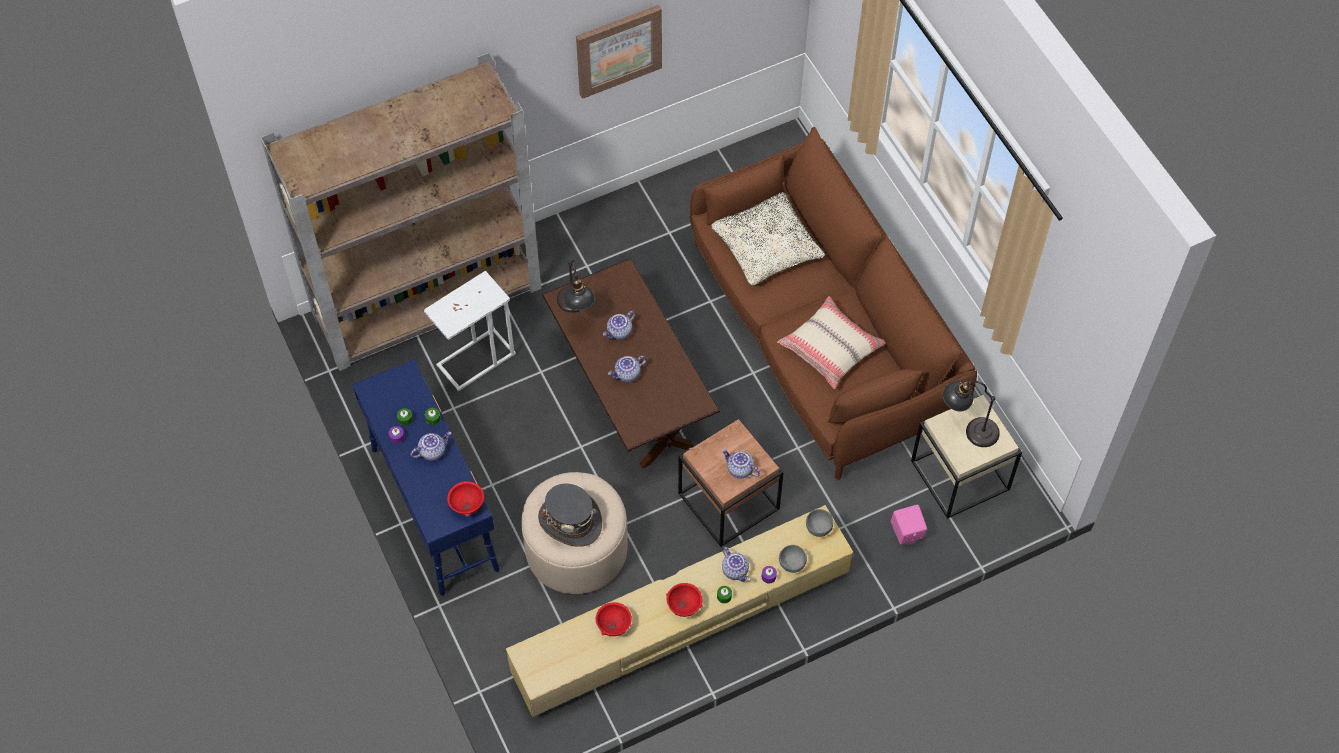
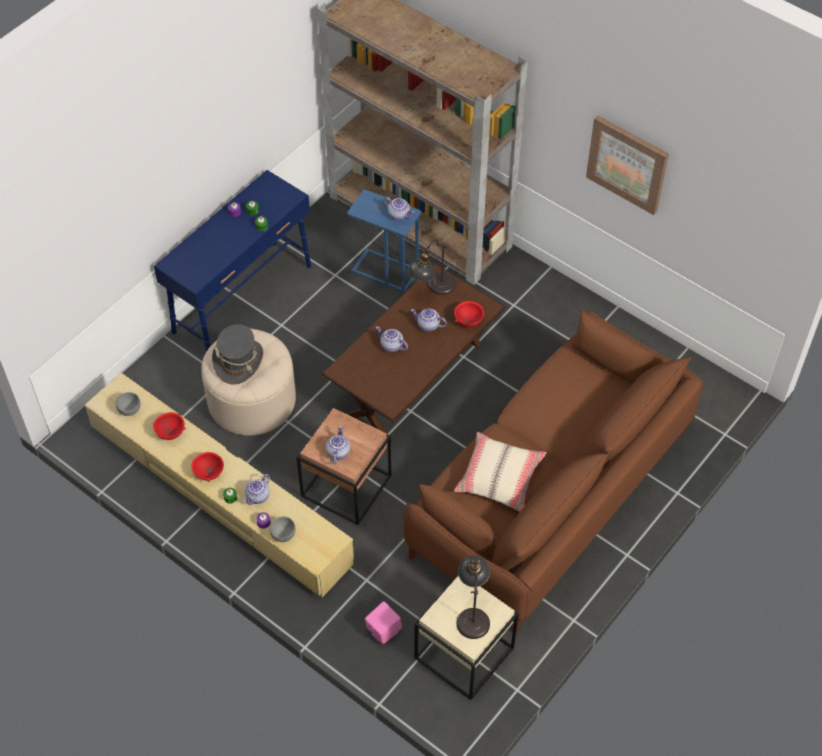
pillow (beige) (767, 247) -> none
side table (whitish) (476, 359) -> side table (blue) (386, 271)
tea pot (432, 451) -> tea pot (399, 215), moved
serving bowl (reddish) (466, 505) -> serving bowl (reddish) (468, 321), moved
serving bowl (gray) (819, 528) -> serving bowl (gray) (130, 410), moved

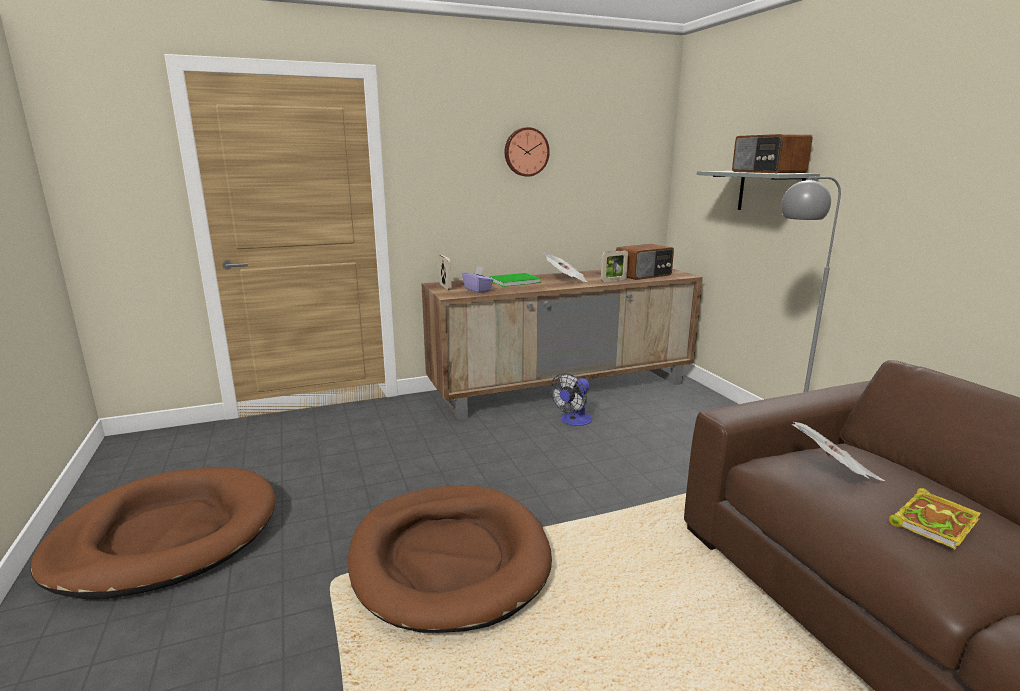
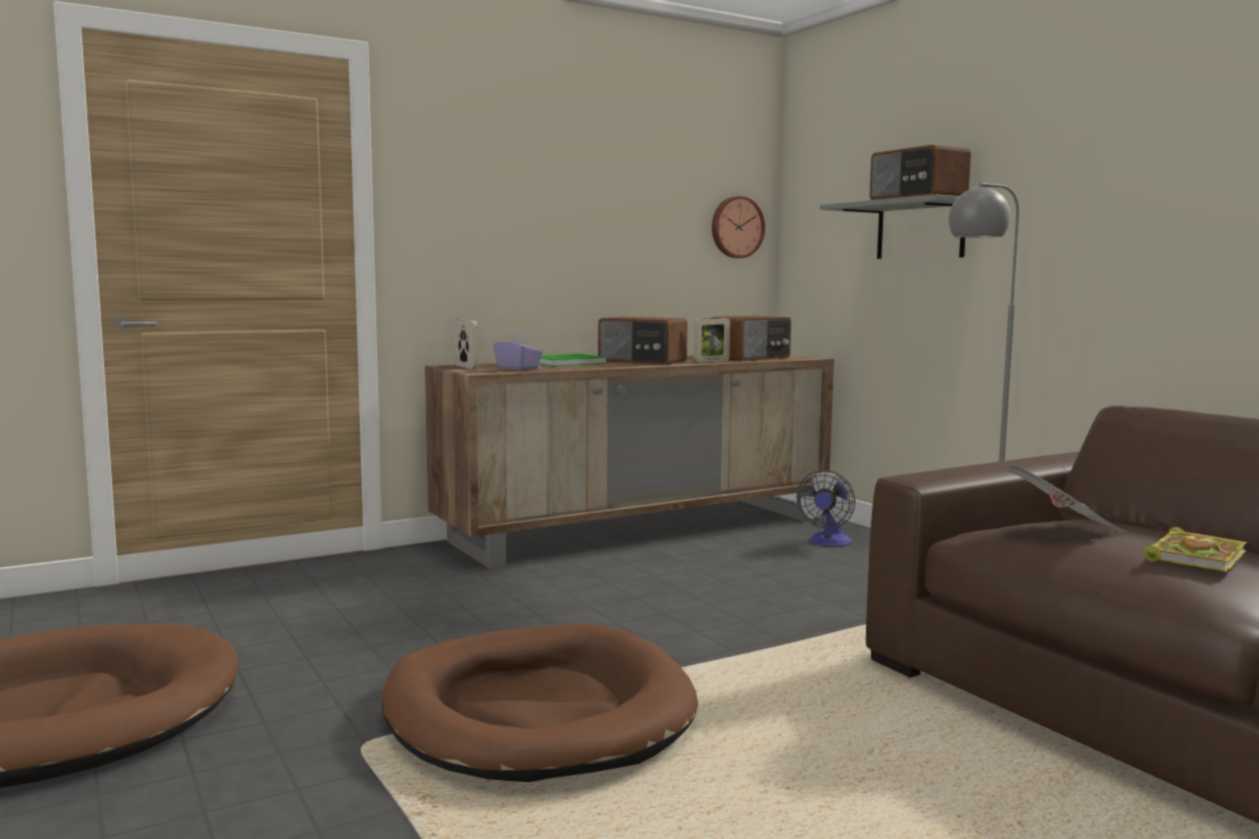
wall clock (526, 152) -> wall clock (736, 227), moved
newspaper (565, 280) -> radio receiver (642, 361)
cooling fan (573, 421) -> cooling fan (828, 542), moved

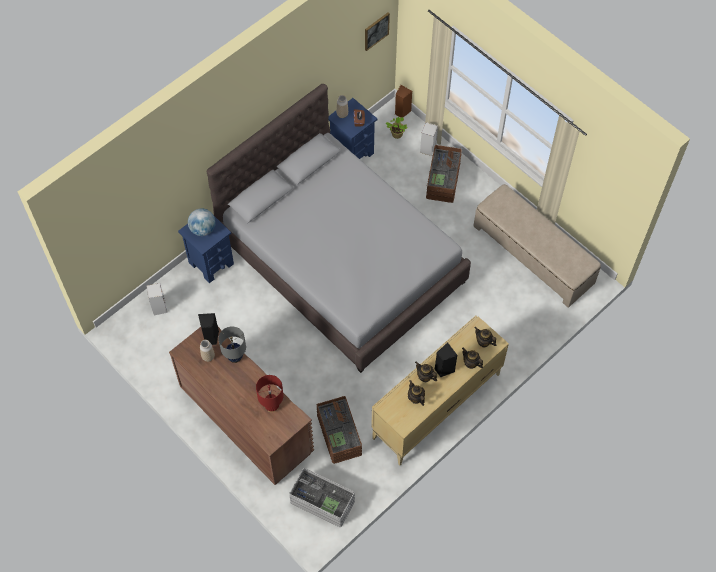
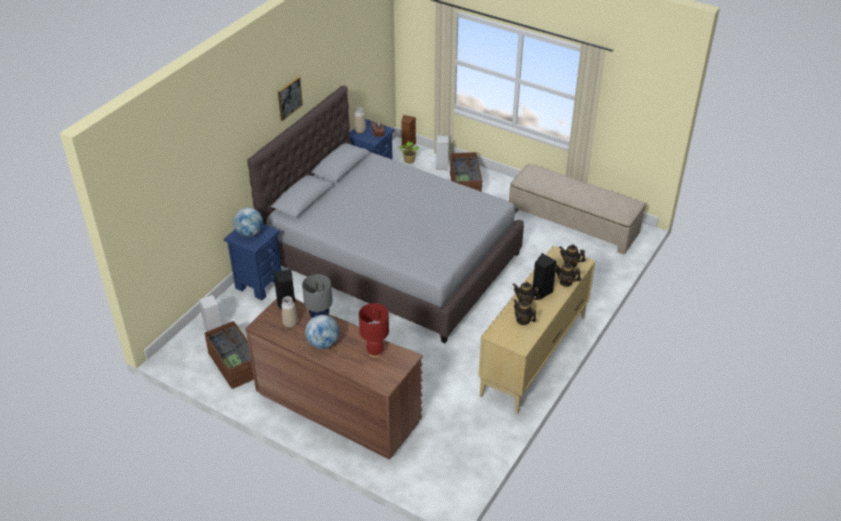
wall picture (376, 31) -> wall picture (289, 98), moved
storage box (brownish) (338, 434) -> storage box (brownish) (233, 363), moved
storage box (gray) (322, 502) -> none
none -> world globe (323, 343)

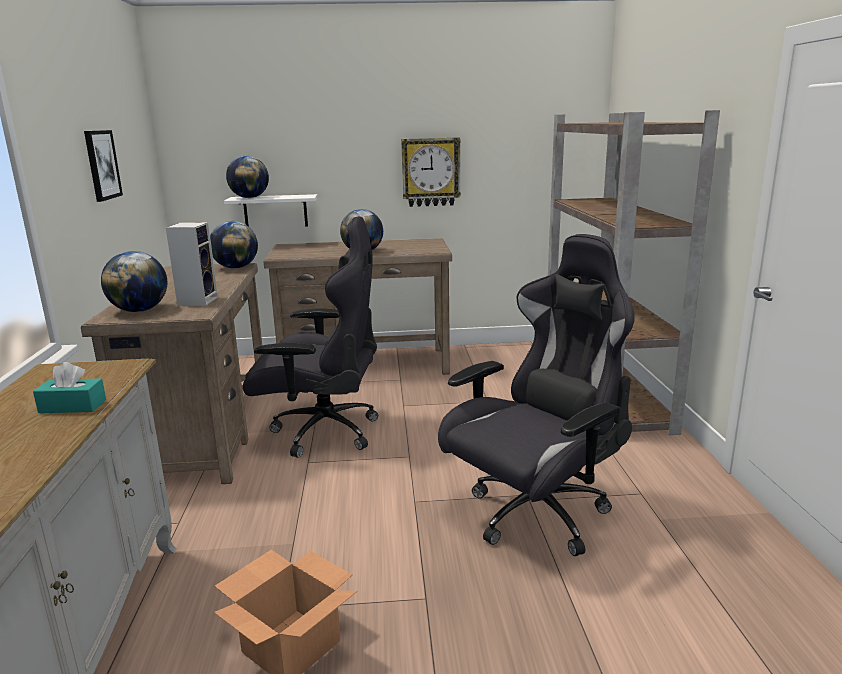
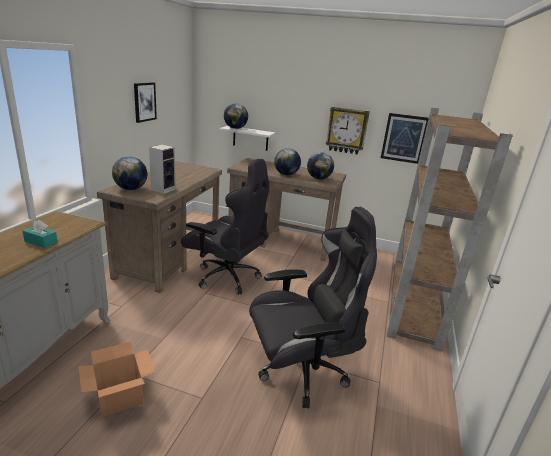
world globe (236, 267) -> world globe (318, 178), moved
none -> wall picture (404, 138)

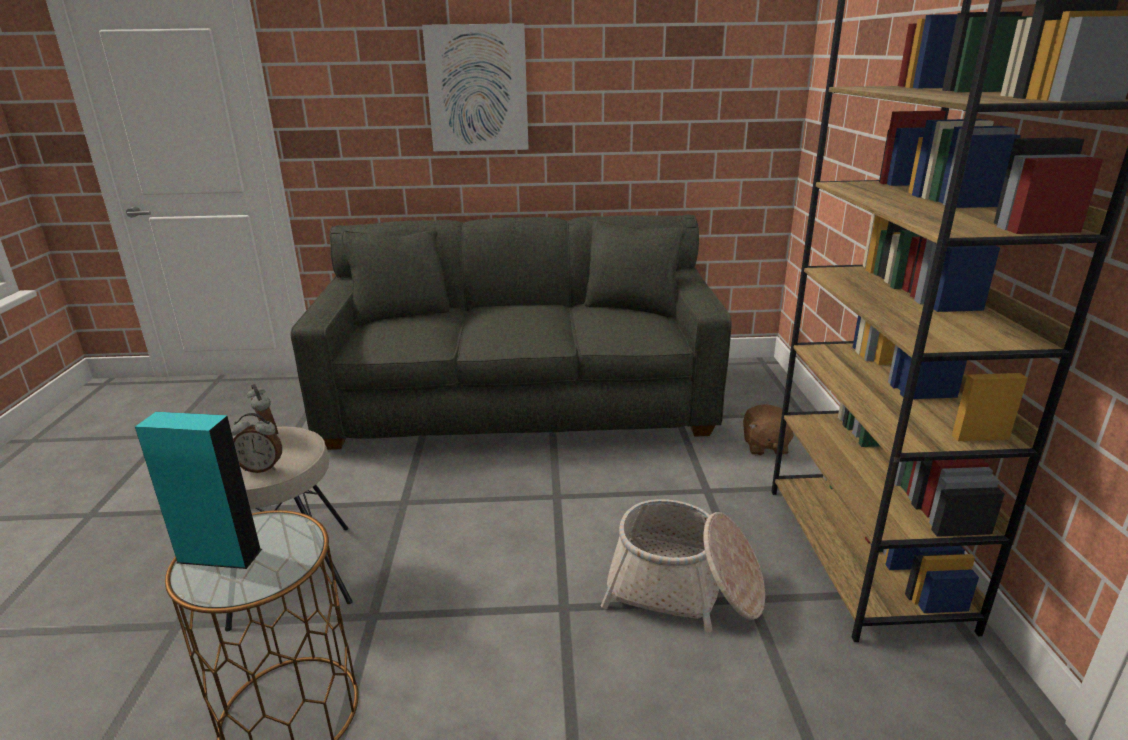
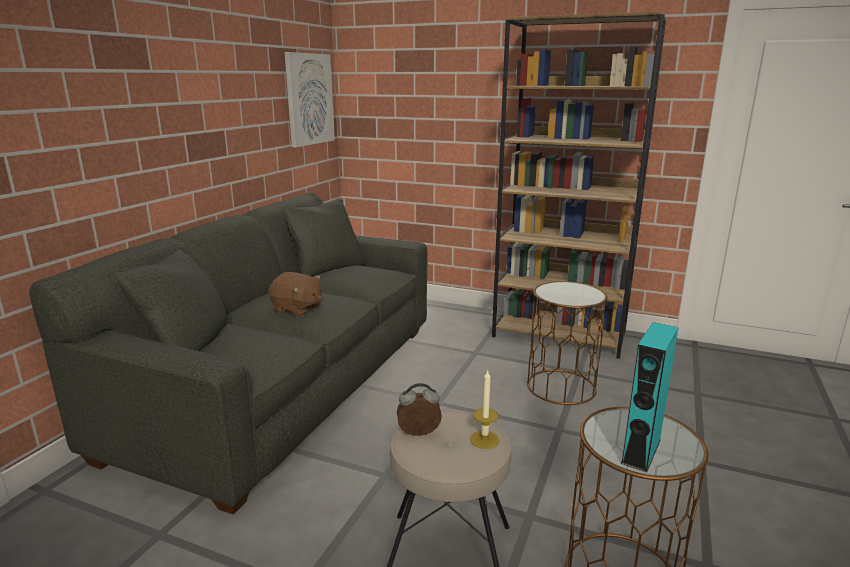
wall picture (477, 89) -> wall picture (309, 99), moved
soft toy (brownish) (764, 446) -> soft toy (brownish) (297, 309), moved
alarm clock (261, 468) -> wax candle (484, 440)
storage basket (684, 588) -> side table (brownish) (561, 387)

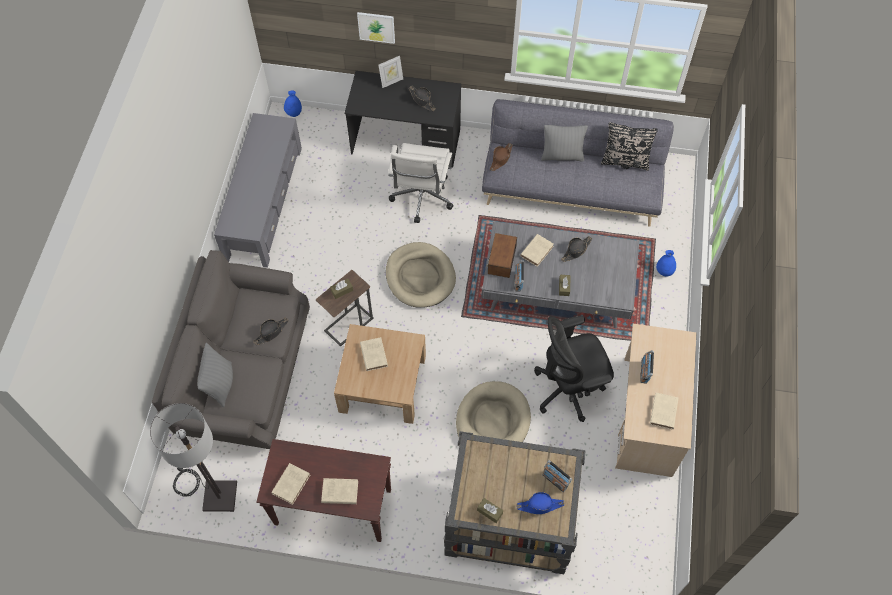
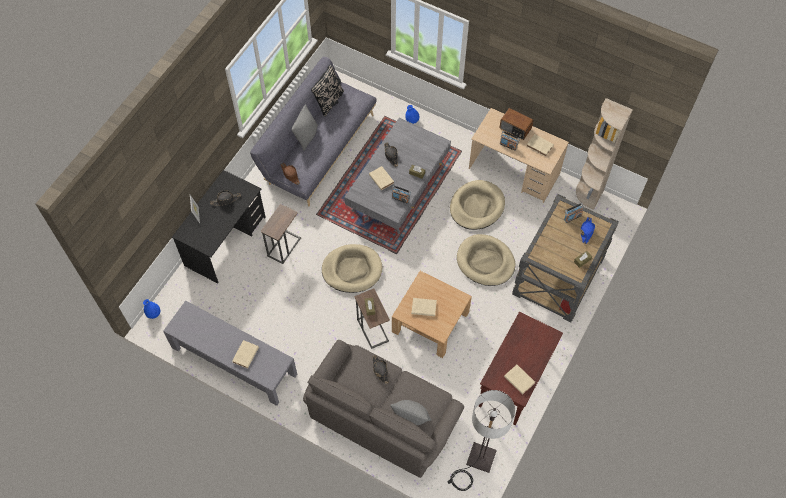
wall picture (376, 27) -> none
computer chair (whitish) (421, 199) -> side table (brownish) (284, 247)
radio receiver (501, 261) -> radio receiver (515, 129), moved
computer chair (black) (570, 386) -> dog bed (beige) (476, 206)
book (beige) (339, 492) -> book (beige) (245, 355), moved
none -> bookcase (beige) (587, 196)

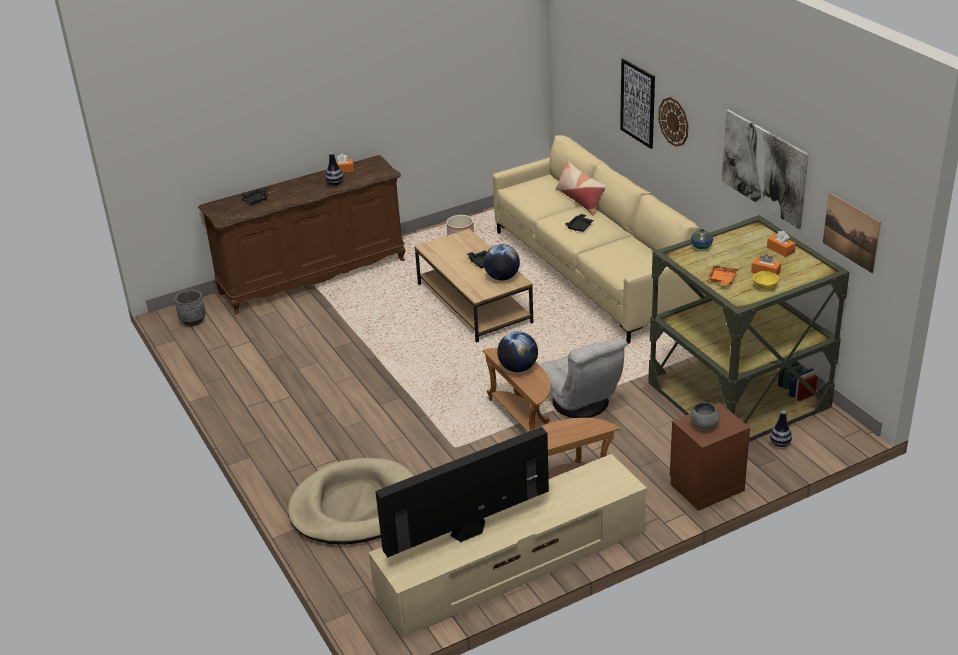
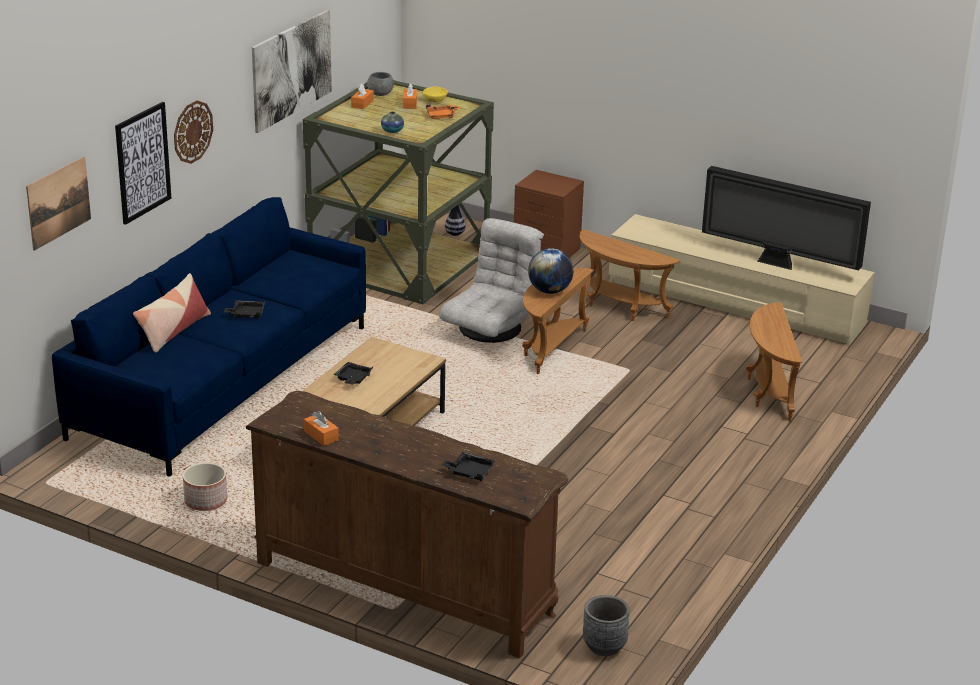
settee (beige) (596, 272) -> settee (blue) (223, 381)
vase (335, 184) -> none
wall picture (851, 232) -> wall picture (58, 202), moved
world globe (502, 277) -> none
serving bowl (gray) (704, 425) -> serving bowl (gray) (380, 94), moved
dog bed (beige) (355, 506) -> side table (brownish) (768, 392)

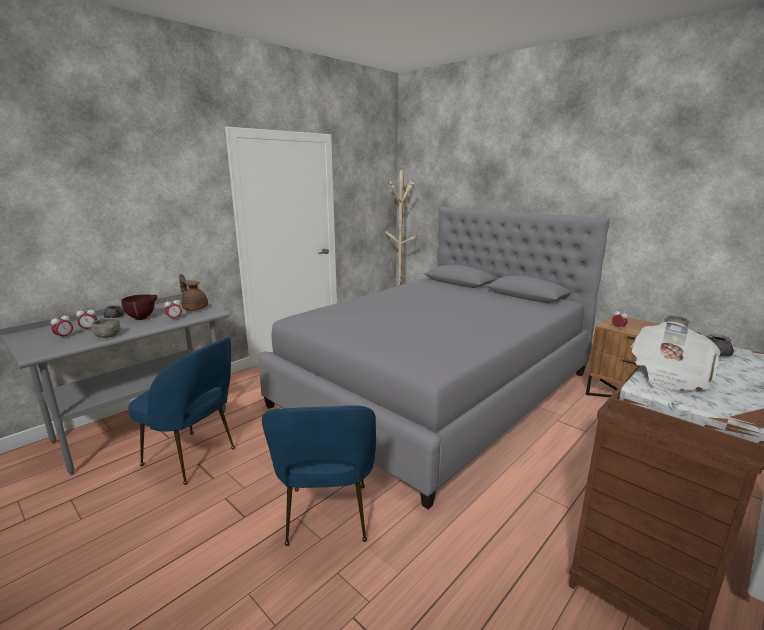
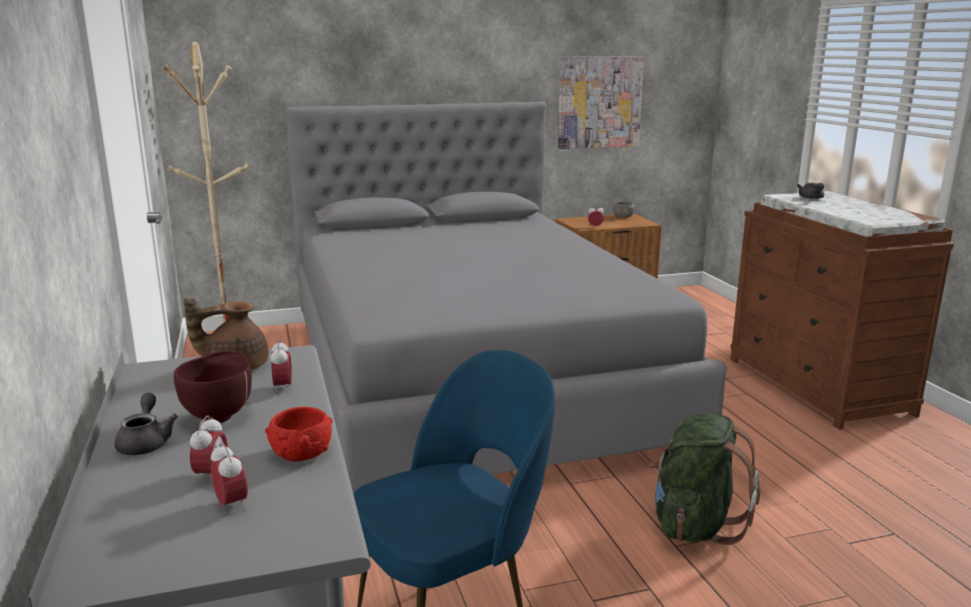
serving bowl (gray) (107, 335) -> serving bowl (reddish) (301, 453)
newspaper (668, 375) -> none
upright chair (blue) (327, 521) -> knapsack (greenish) (695, 524)
none -> wall picture (599, 102)

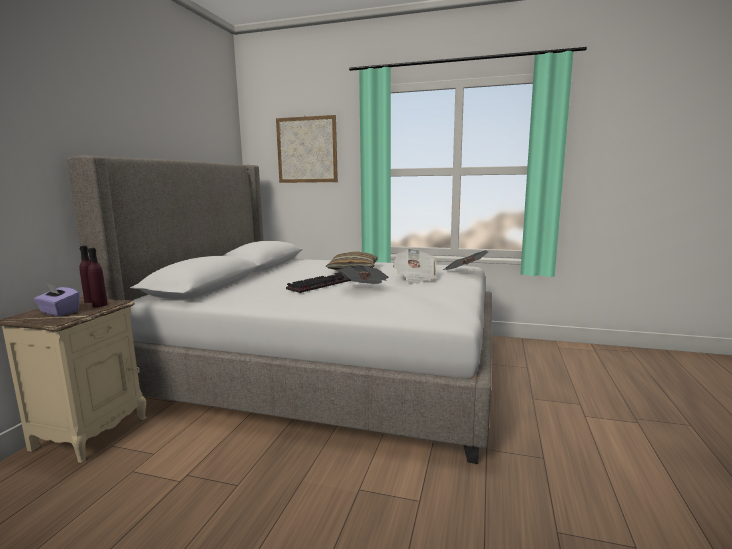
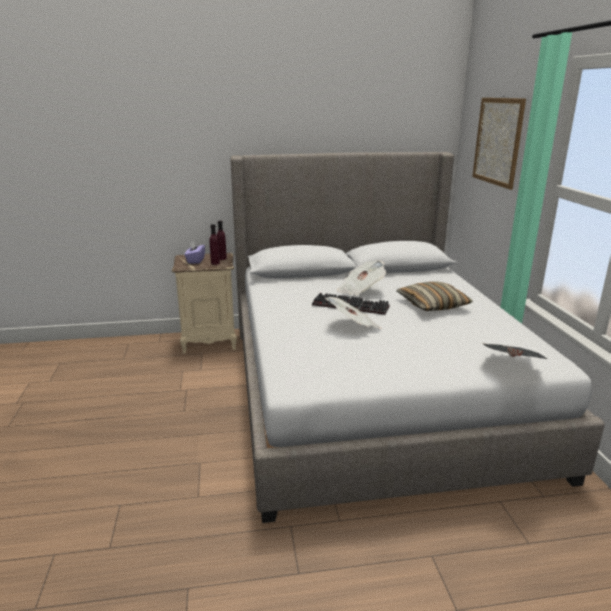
newspaper (415, 278) -> newspaper (360, 290), moved

